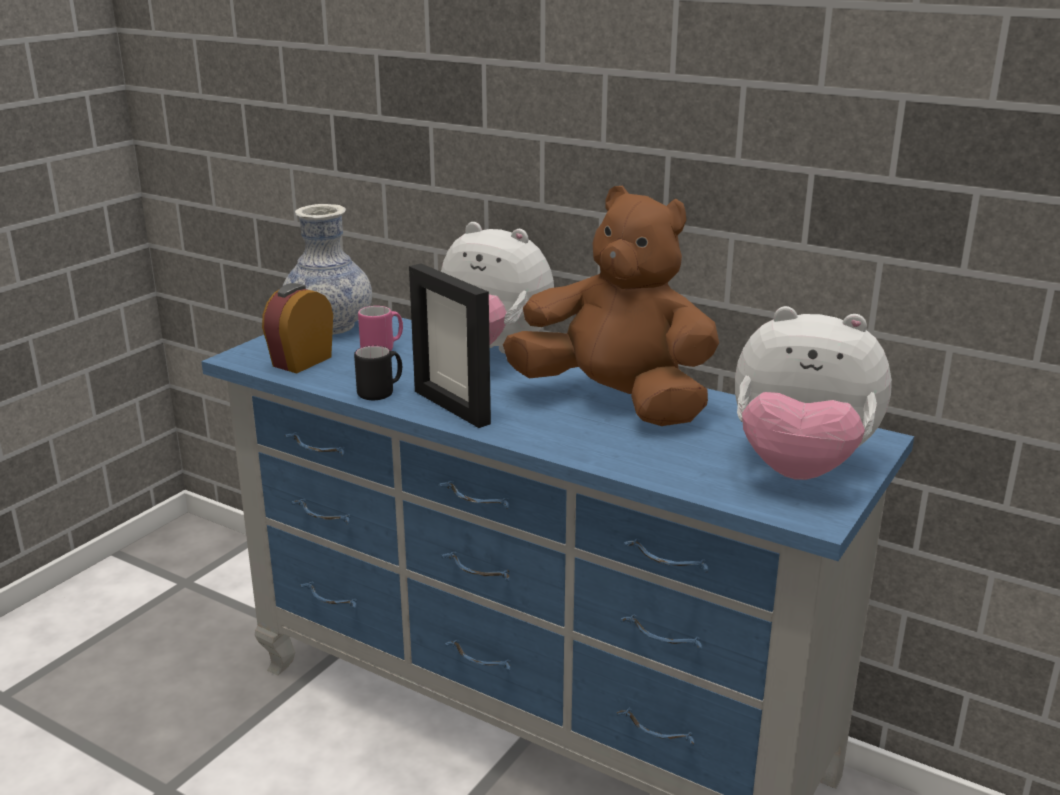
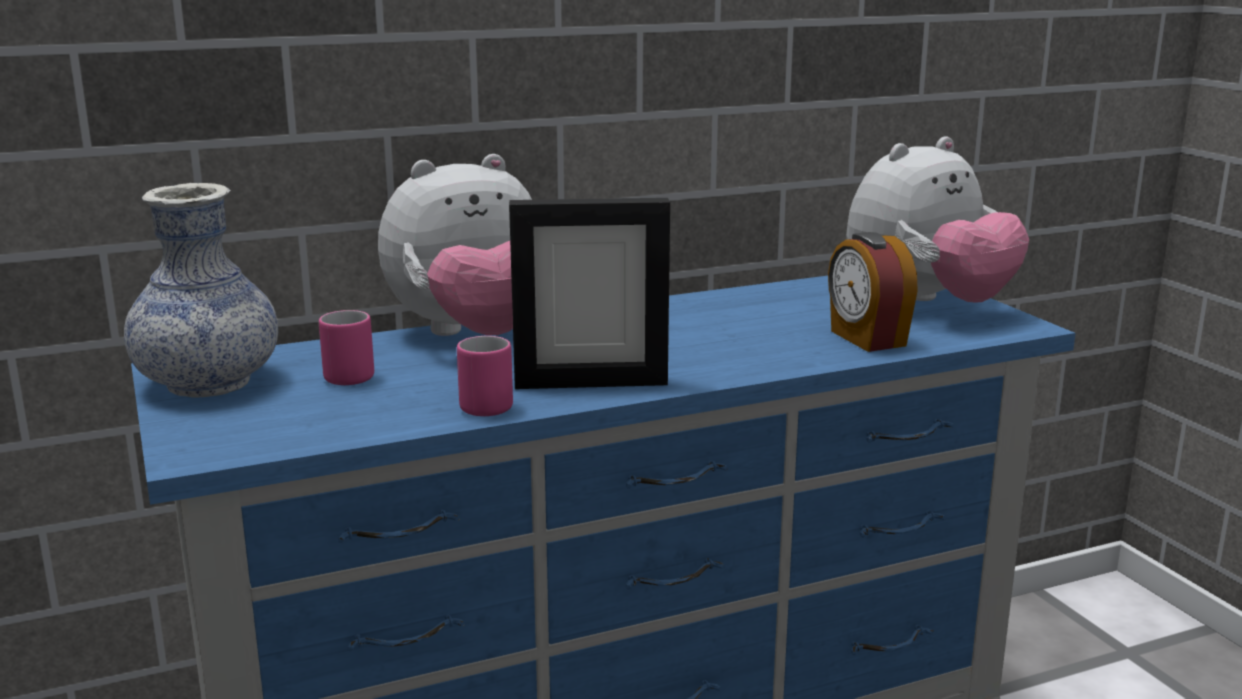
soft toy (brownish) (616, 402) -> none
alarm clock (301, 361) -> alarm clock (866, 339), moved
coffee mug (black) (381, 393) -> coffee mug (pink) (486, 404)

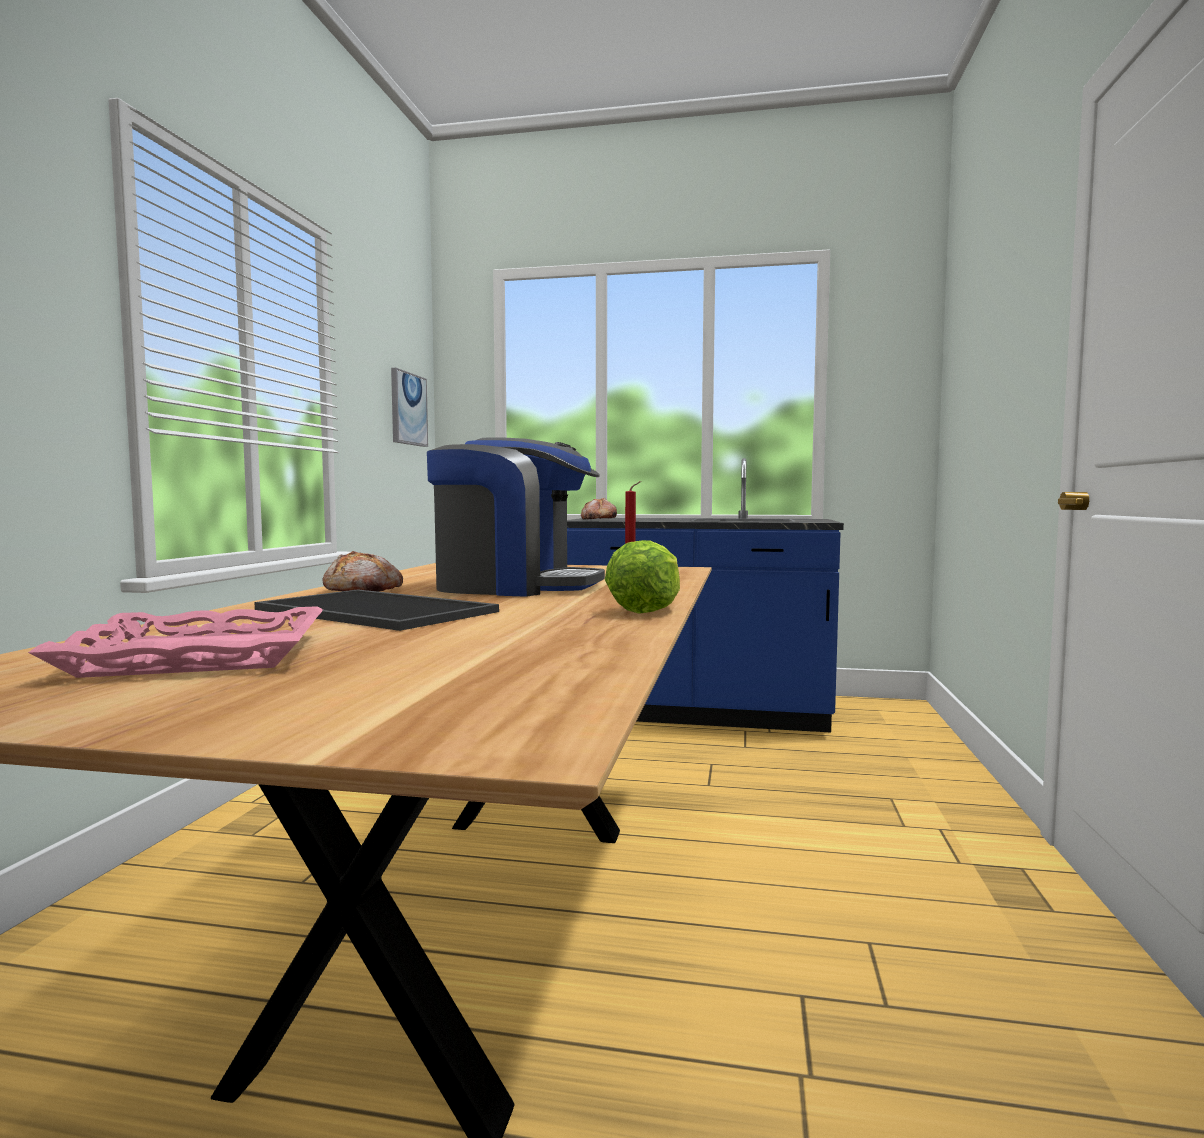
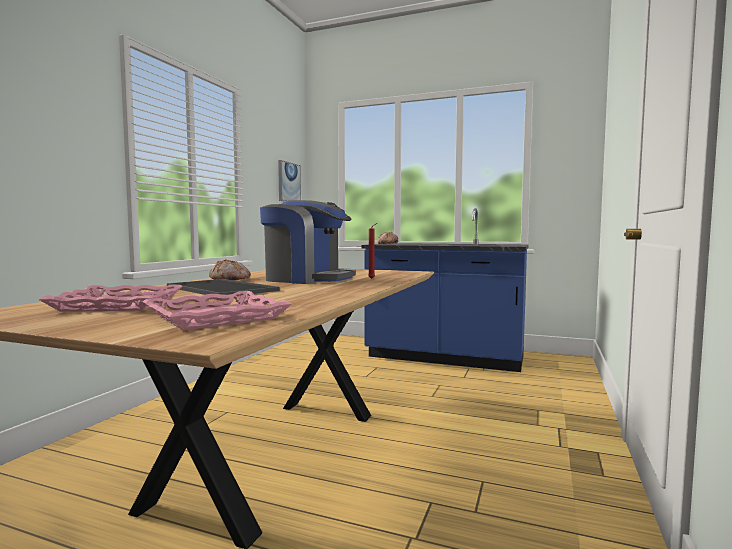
head of lettuce (646, 610) -> none
none -> carrying tray (pink) (216, 317)

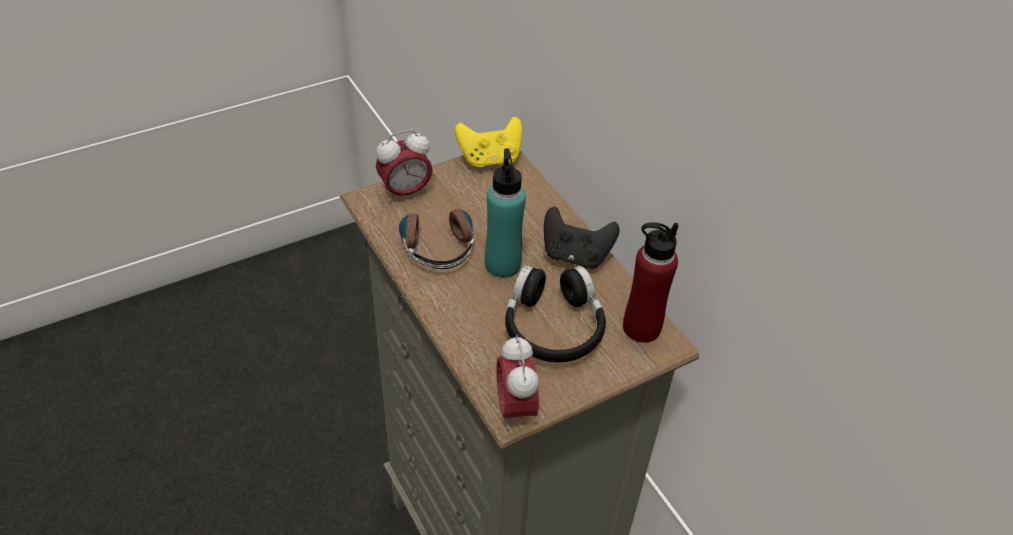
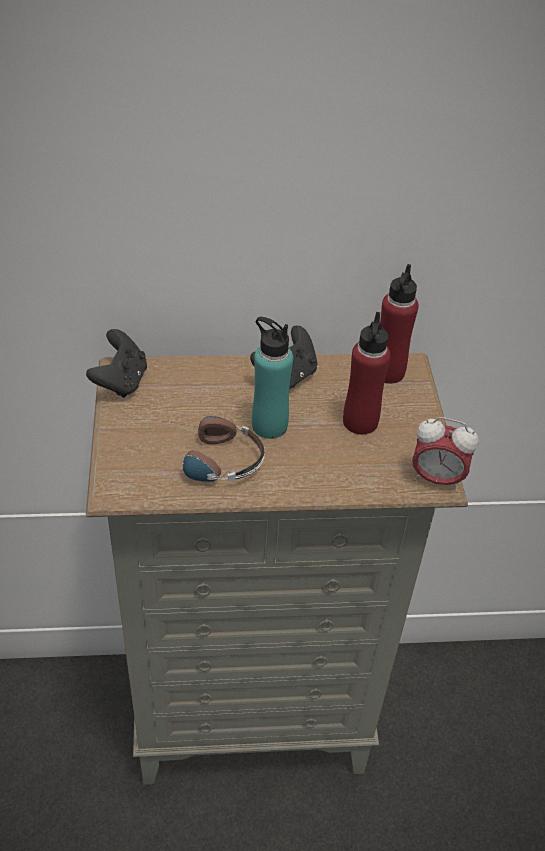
game controller (yellow-coloured) (490, 159) -> game controller (black) (121, 381)
alarm clock (405, 192) -> none
headset (black) (553, 326) -> bottle (reddish) (360, 422)

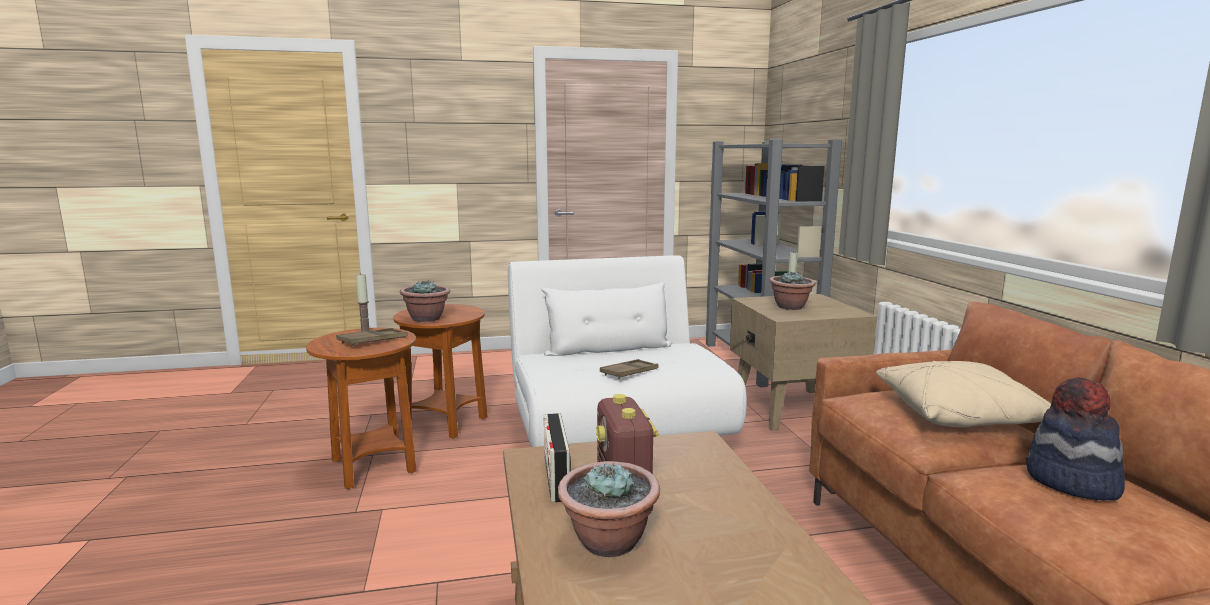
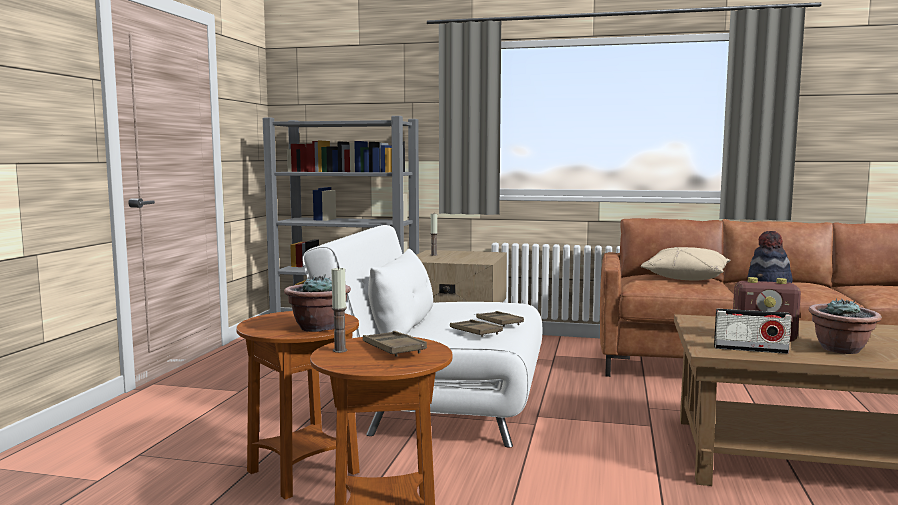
potted plant (790, 307) -> none
none -> carrying tray (brownish) (475, 332)

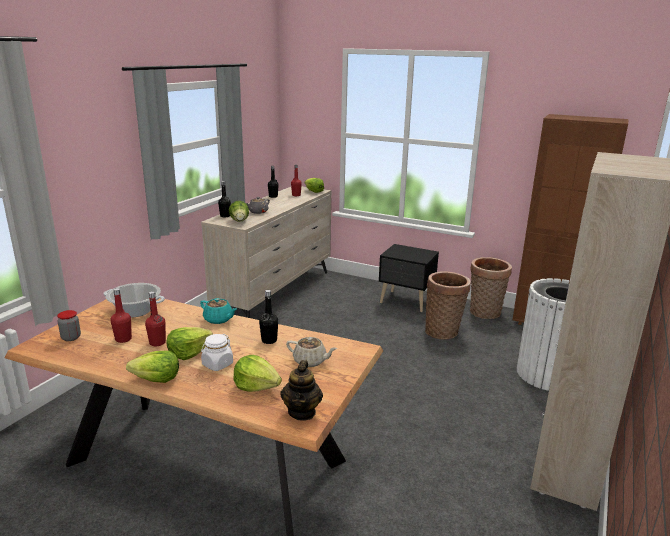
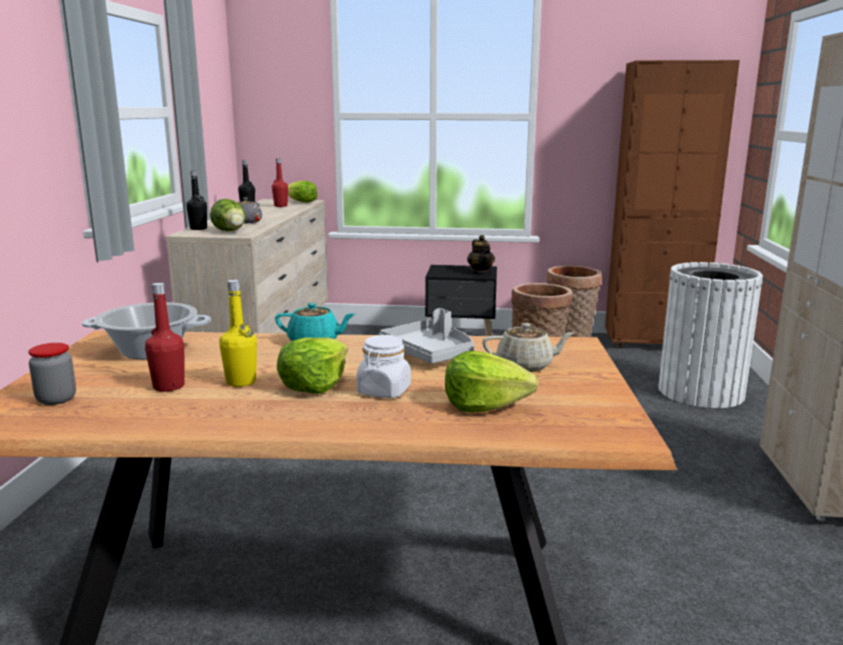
bottle (black) (269, 340) -> carrying tray (gray) (429, 353)
bottle (reddish) (157, 343) -> bottle (yellow-coloured) (241, 382)
head of lettuce (157, 379) -> none
tea pot (302, 412) -> tea pot (480, 273), moved

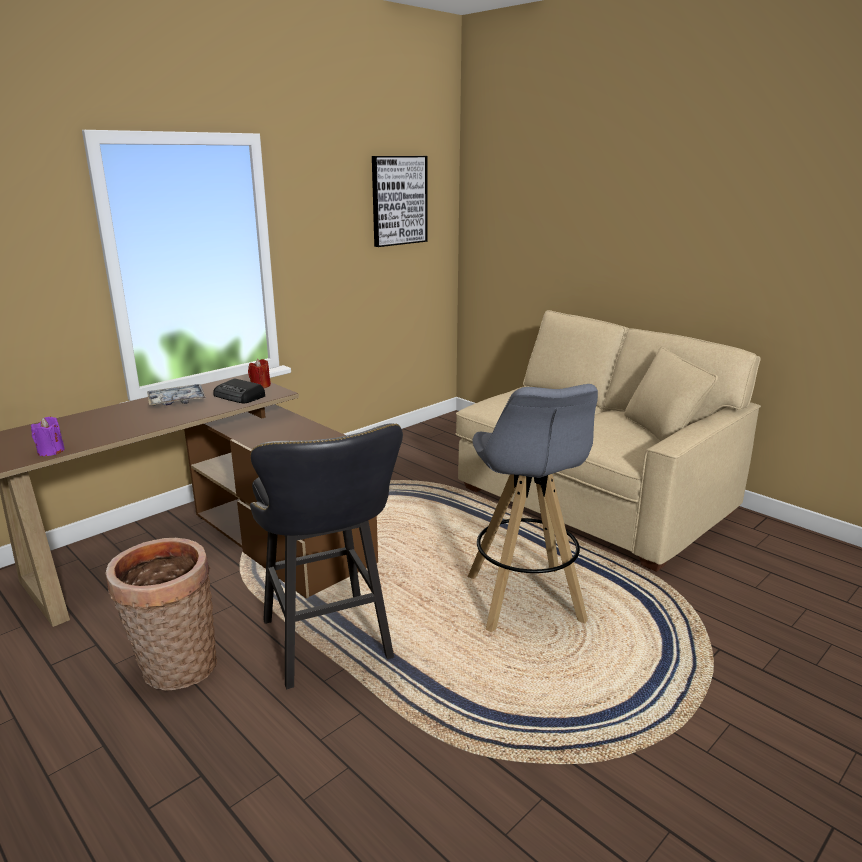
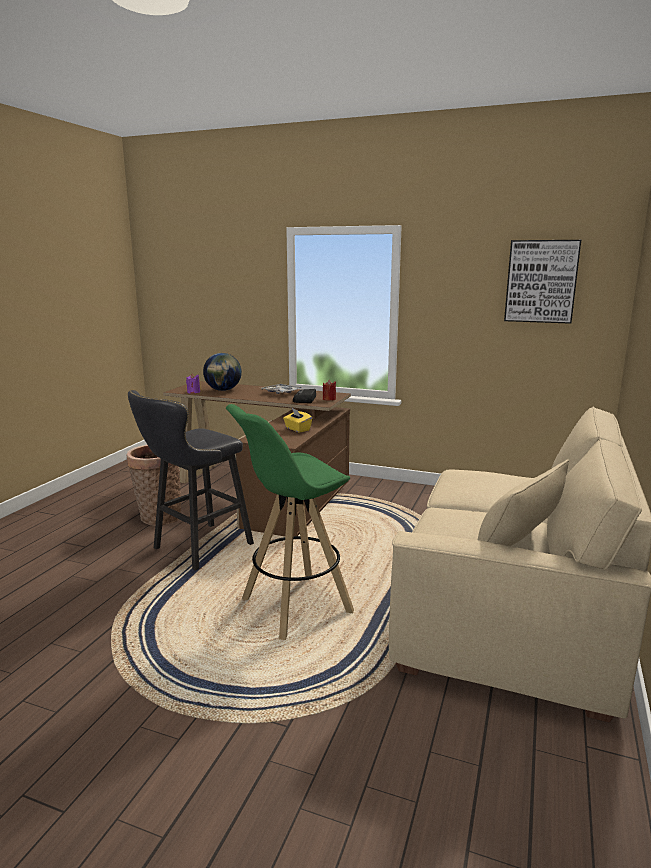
stool (gray) (524, 600) -> stool (greenish) (293, 606)
none -> world globe (223, 390)
none -> tissue box (yellow-coloured) (297, 429)

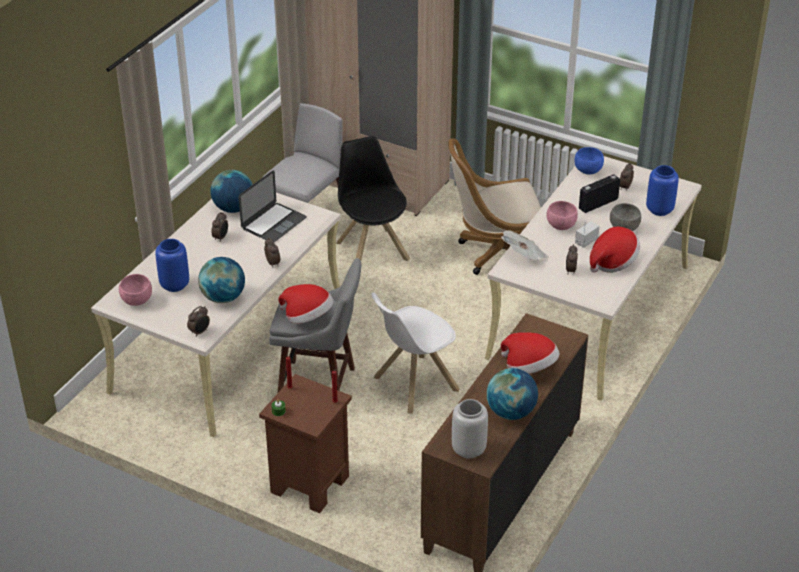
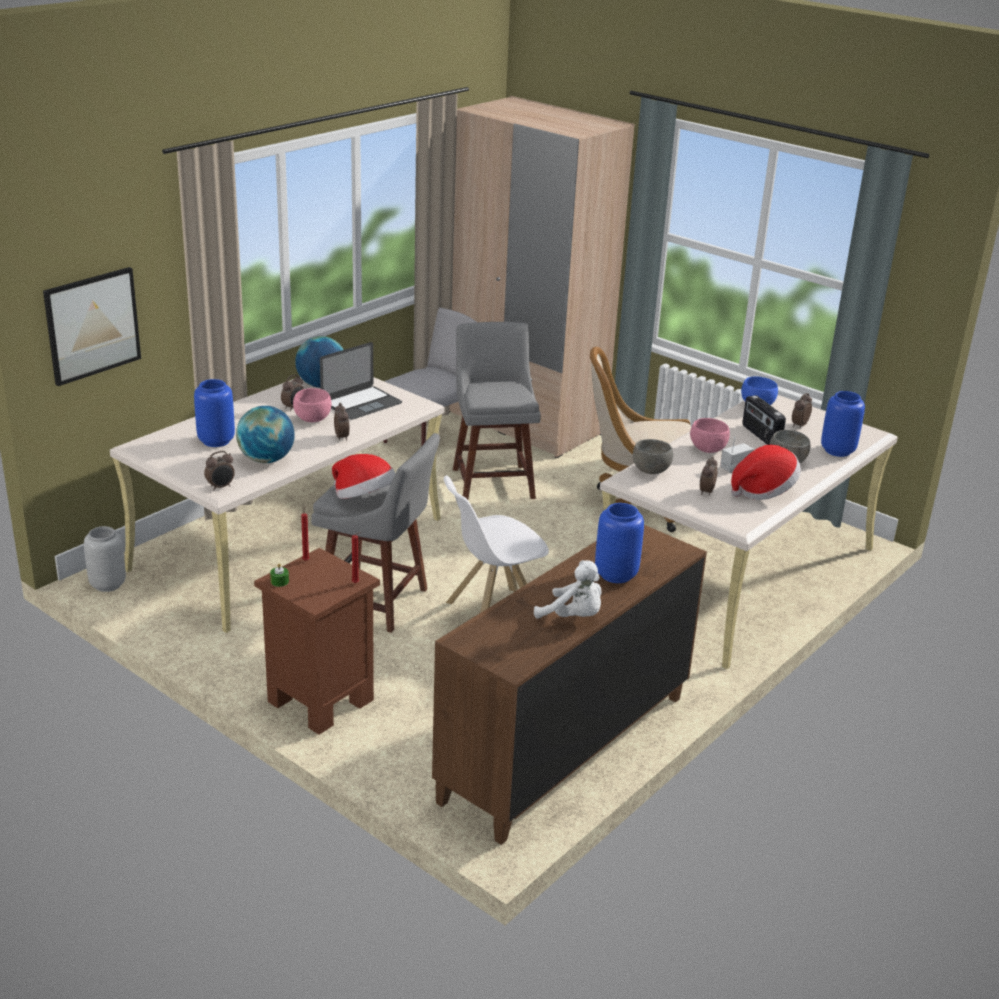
upright chair (black) (372, 249) -> stool (gray) (493, 481)
radio receiver (598, 204) -> radio receiver (760, 435), 90 degrees counterclockwise
newspaper (524, 256) -> serving bowl (gray) (651, 471)
serving bowl (pink) (136, 301) -> serving bowl (pink) (312, 419), moved
wearable hat (529, 368) -> vase (blue) (616, 574)
world globe (511, 412) -> soft toy (whitish) (573, 617)
vase (gray) (468, 450) -> vase (gray) (107, 585), moved
none -> wall picture (92, 325)

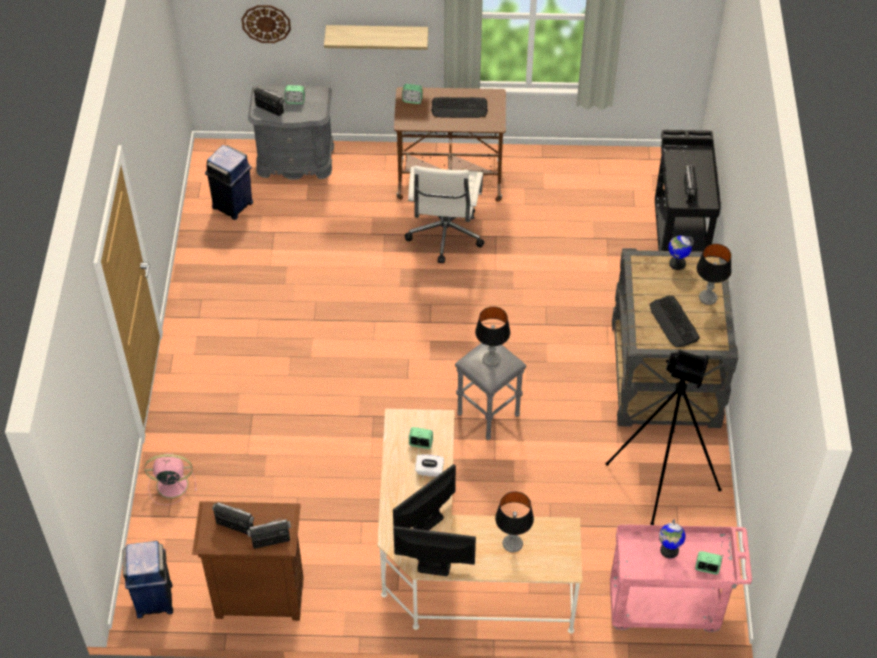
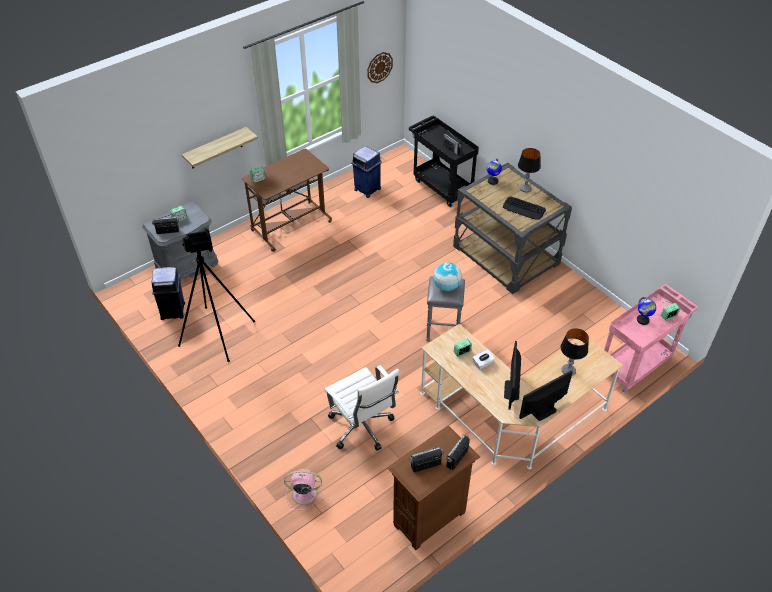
wall clock (266, 23) -> wall clock (379, 67), moved
PC keyboard (459, 108) -> none
computer chair (whitish) (445, 237) -> computer chair (whitish) (362, 428), moved
tabletop lamp (491, 359) -> world globe (446, 286)
standard lamp (black) (663, 477) -> standard lamp (black) (217, 334), moved
cooling fan (pink) (170, 485) -> cooling fan (pink) (303, 493), 45 degrees clockwise
trash can (blue) (154, 599) -> trash can (blue) (367, 189), moved

